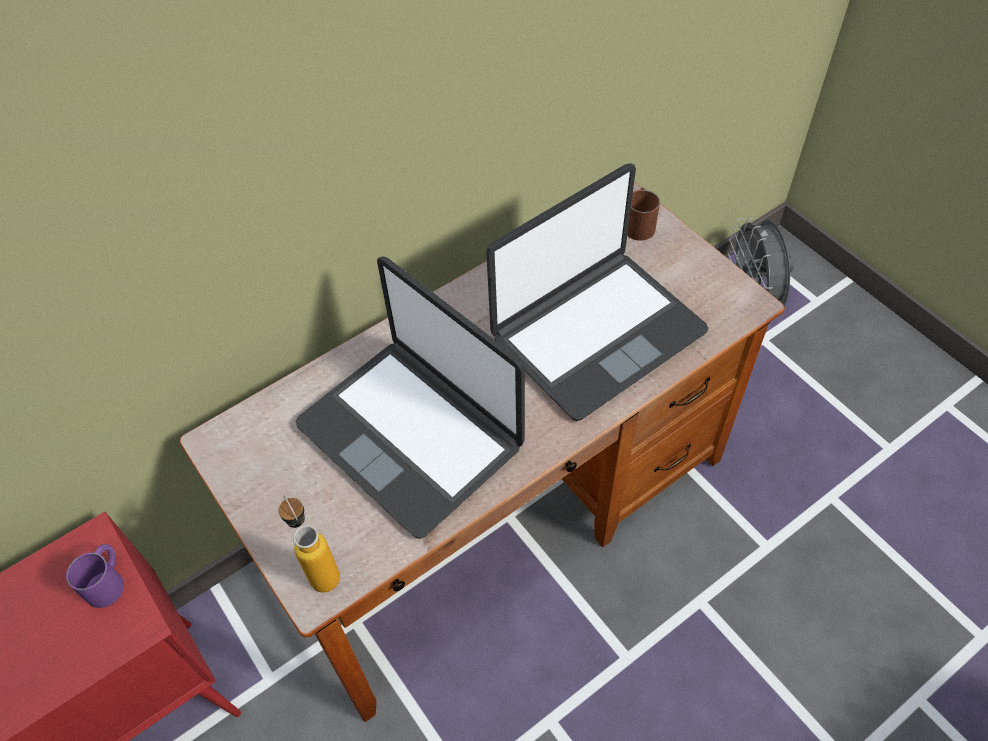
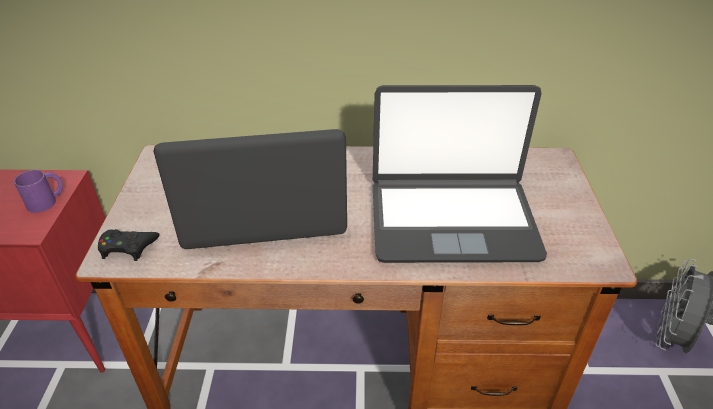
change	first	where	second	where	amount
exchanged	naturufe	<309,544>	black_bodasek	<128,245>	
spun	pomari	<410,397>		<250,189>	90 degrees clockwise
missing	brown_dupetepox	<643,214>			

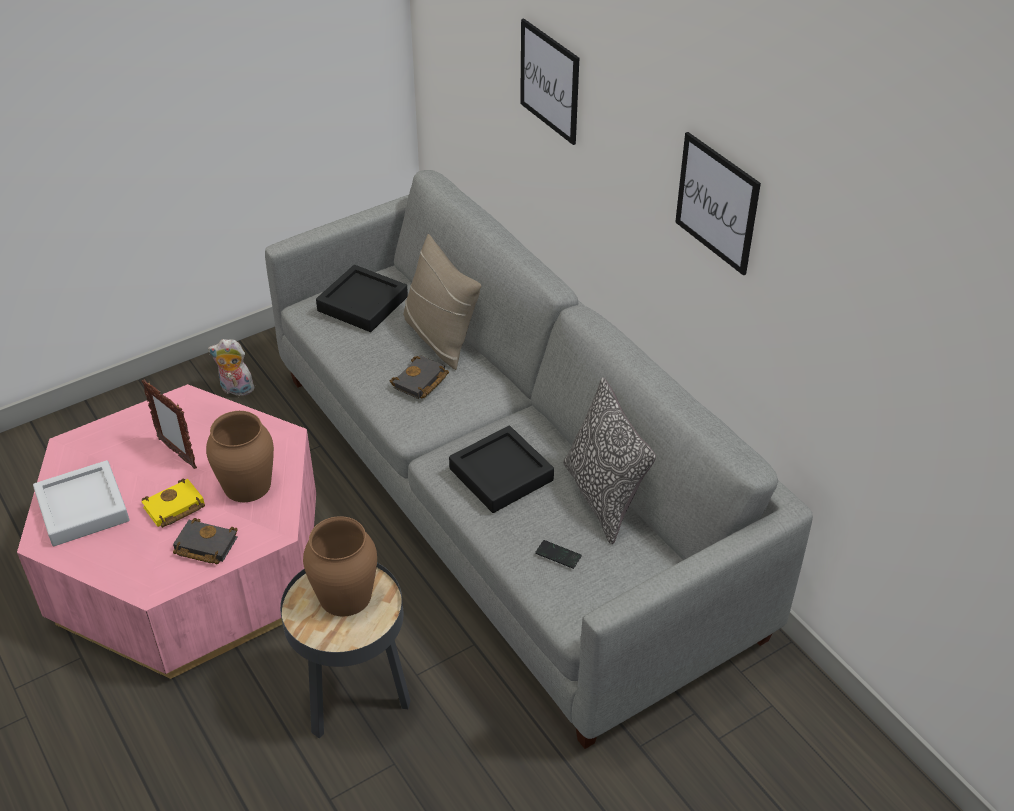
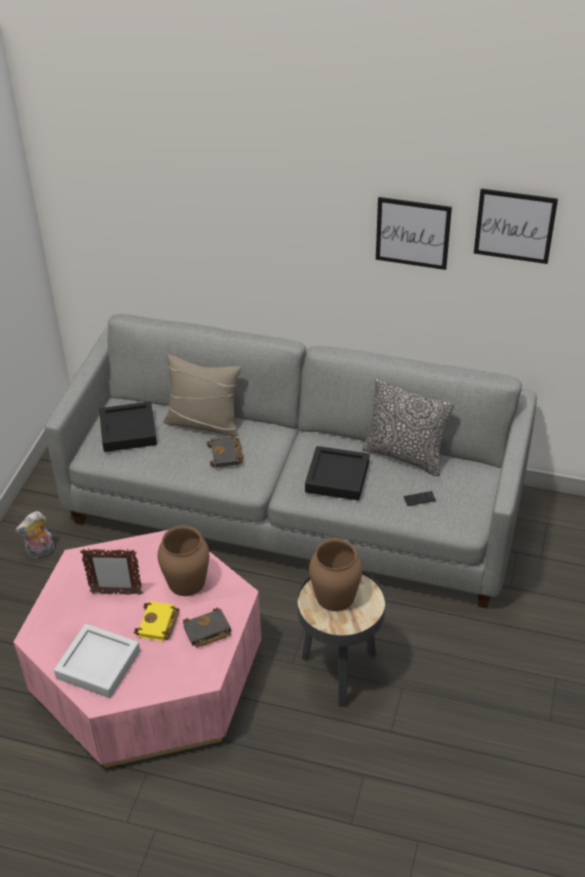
change	first	where	second	where	amount
relocated	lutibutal	<549,82>		<516,226>	

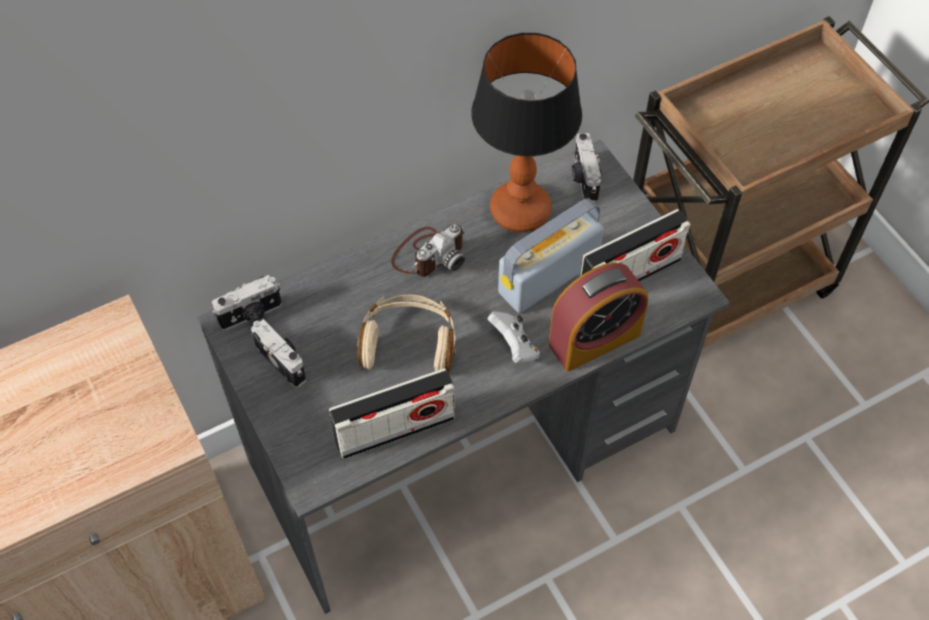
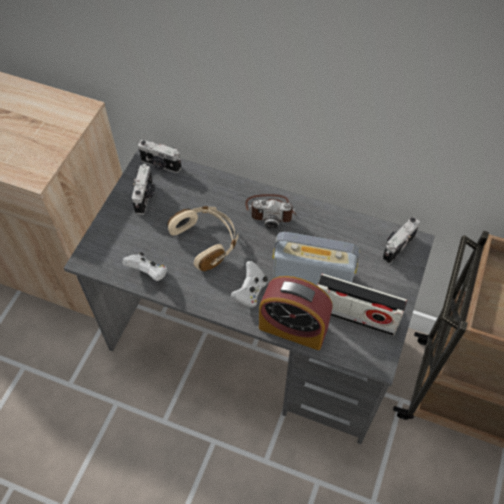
change	first	where	second	where	amount
exchanged	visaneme	<392,413>	white_bodasek	<145,266>	
missing	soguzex	<526,132>			

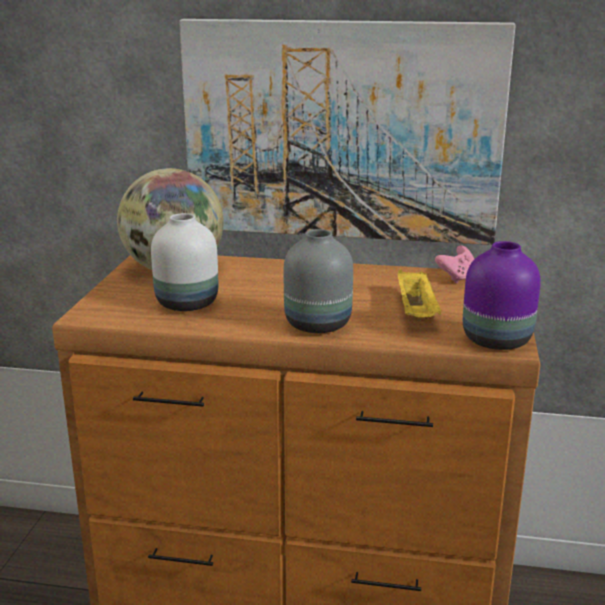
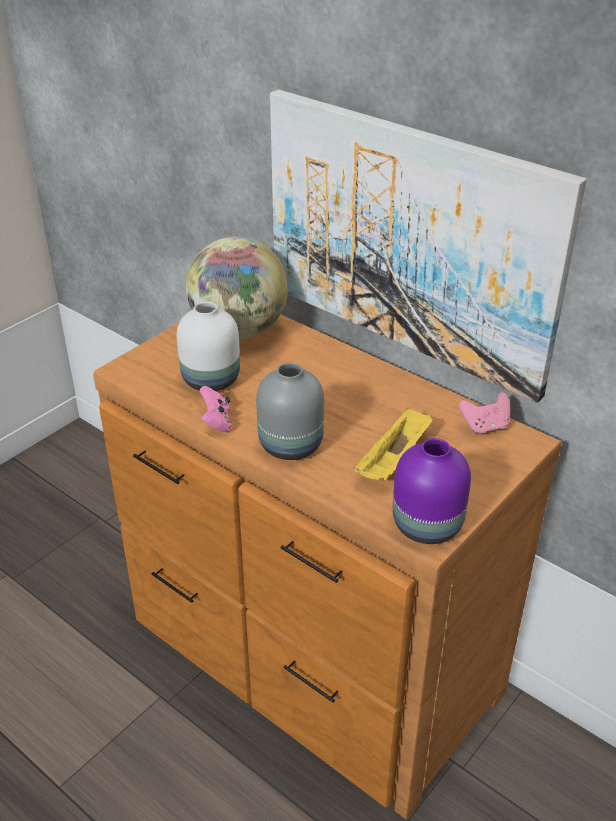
change	first	where	second	where	amount
appeared			pink_bodasek	<216,409>	

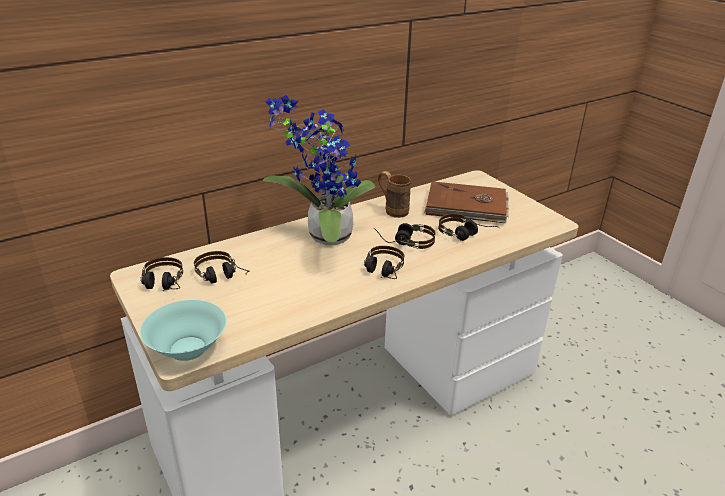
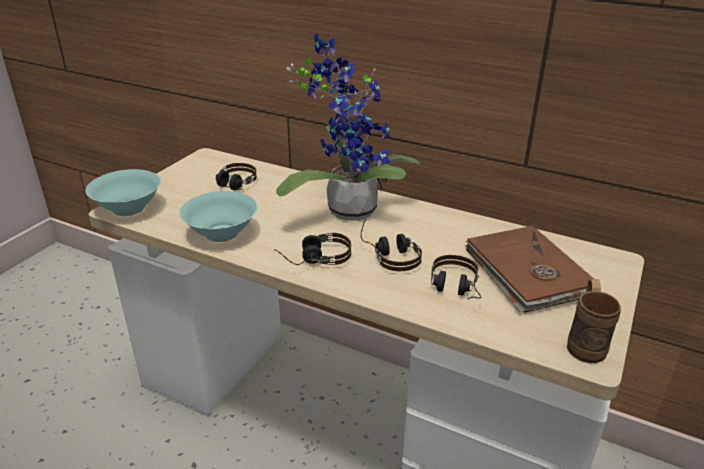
change	first	where	second	where	amount
appeared			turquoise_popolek	<218,216>	
relocated	brown_dupetepox	<394,194>		<594,321>	
missing	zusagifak	<161,274>			

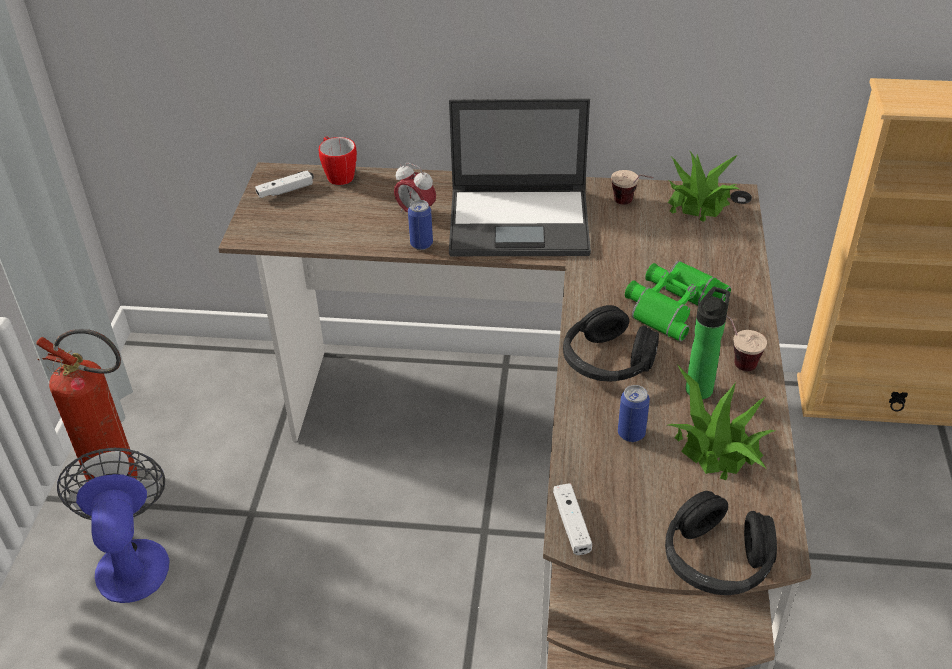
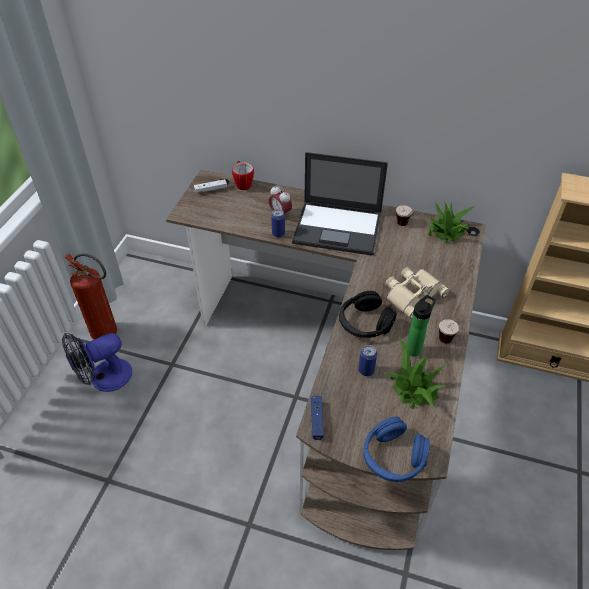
change	first	where	second	where	amount
spun	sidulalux	<113,525>		<97,362>	120 degrees counterclockwise
colour	white_bodasek	<572,519>	blue_bodasek	<317,418>	
colour	black_zusagifak	<721,543>	blue_zusagifak	<396,449>	
colour	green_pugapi	<678,301>	beige_pugapi	<417,292>	

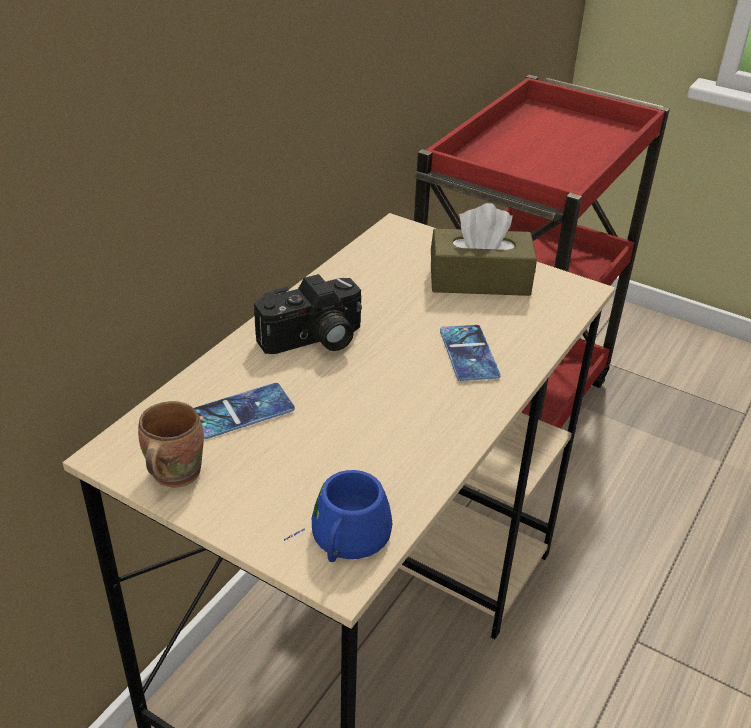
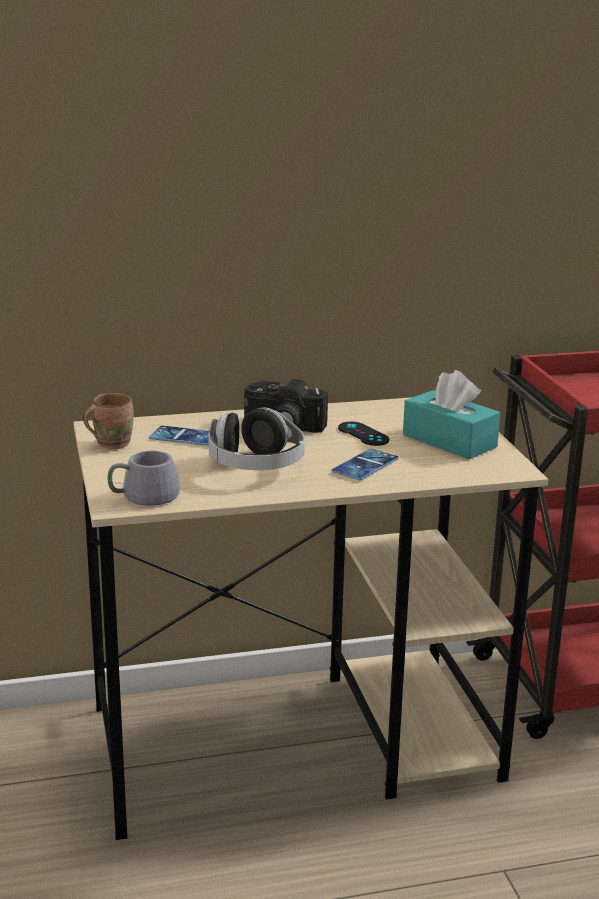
change	first	where	second	where	amount
colour	blue_dupetepox	<338,516>	grey_dupetepox	<144,478>	
appeared			zusagifak	<256,438>	
appeared			black_bodasek	<363,434>	
colour	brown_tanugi	<484,249>	turquoise_tanugi	<451,414>	

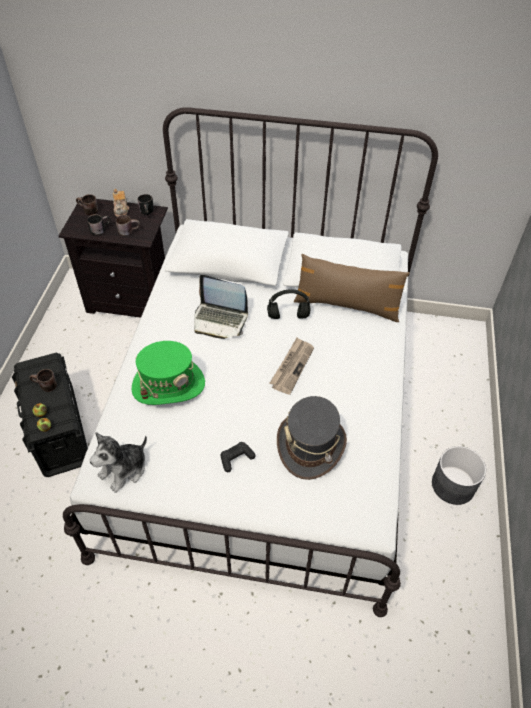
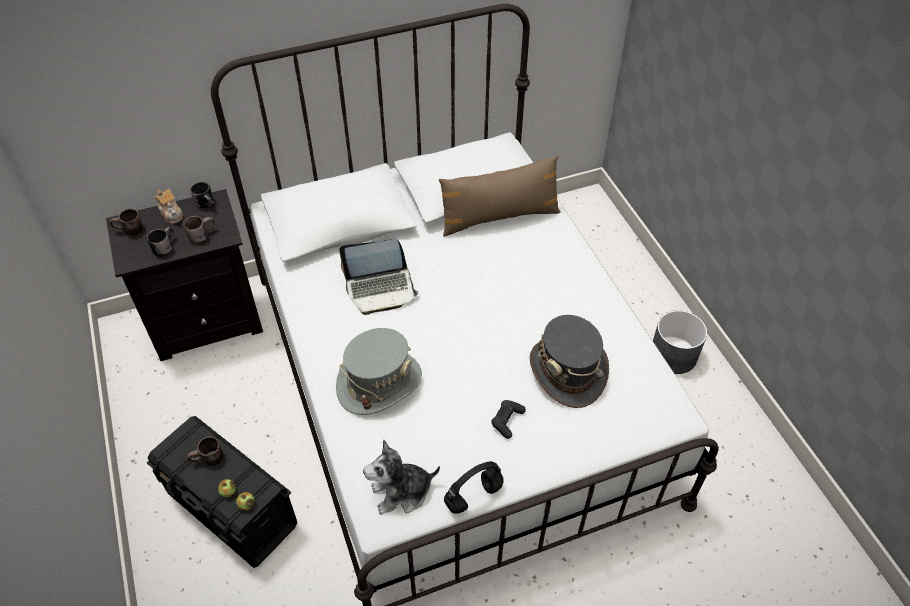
change	first	where	second	where	amount
colour	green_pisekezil	<168,373>	grey_pisekezil	<379,371>	
spun	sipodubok	<118,462>		<401,477>	60 degrees clockwise
relocated	black_zusagifak	<288,304>		<474,487>	
missing	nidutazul	<292,366>			

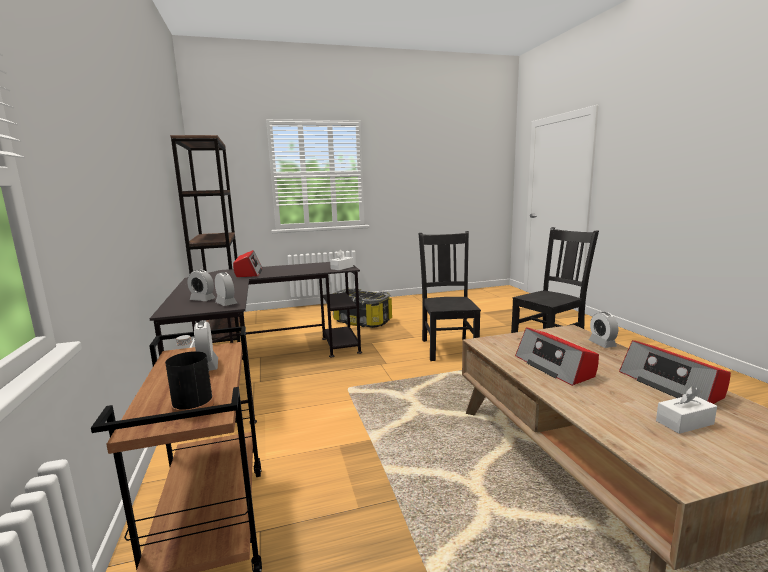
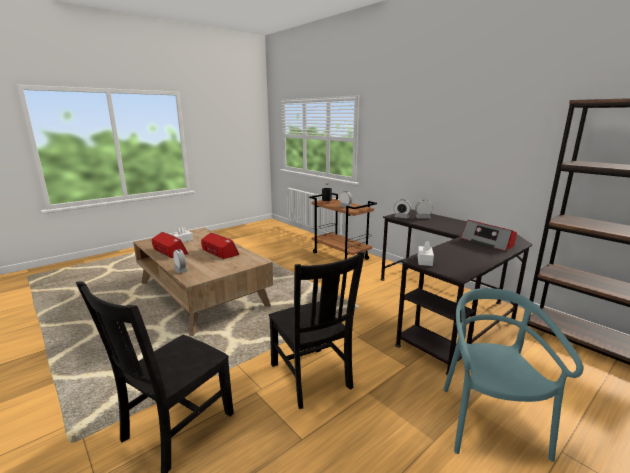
change	first	where	second	where	amount
exchanged	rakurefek	<362,308>	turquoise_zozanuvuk	<513,375>	

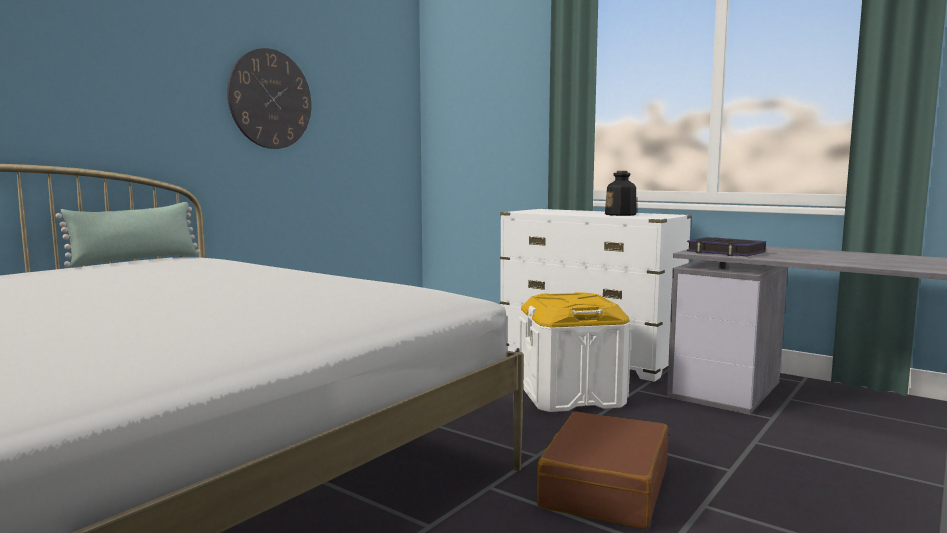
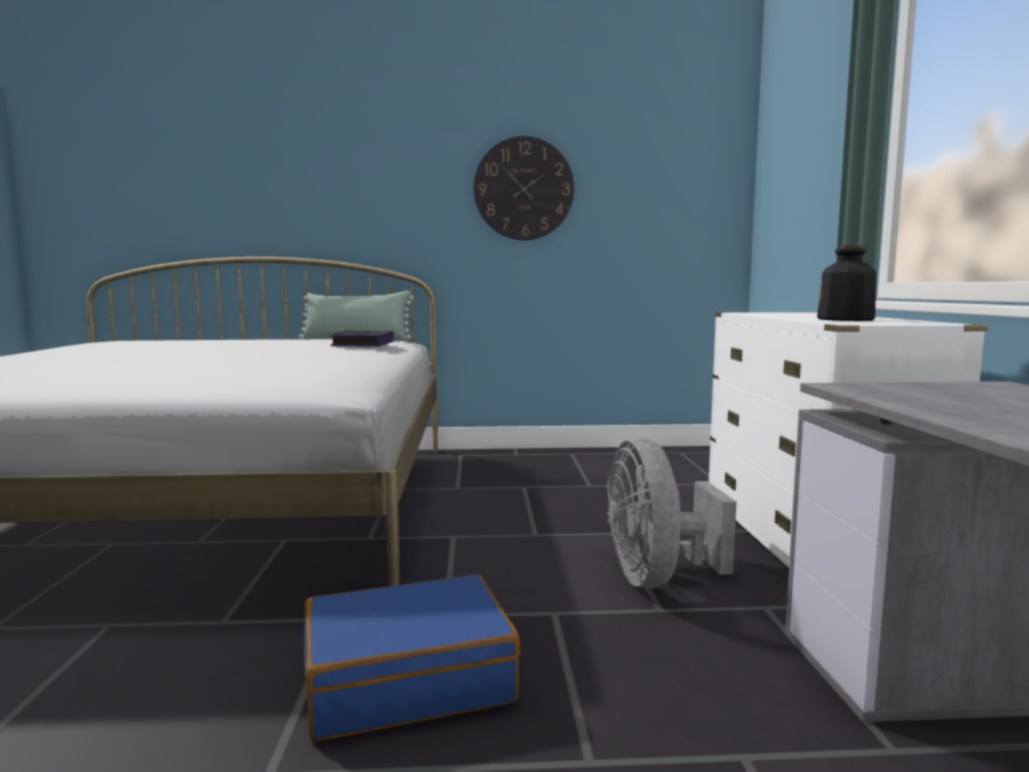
change	first	where	second	where	amount
colour	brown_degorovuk	<602,470>	blue_degorovuk	<412,657>	
relocated	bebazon	<726,246>		<362,338>	
exchanged	white_rakurefek	<575,352>	grey_sidulalux	<671,513>	

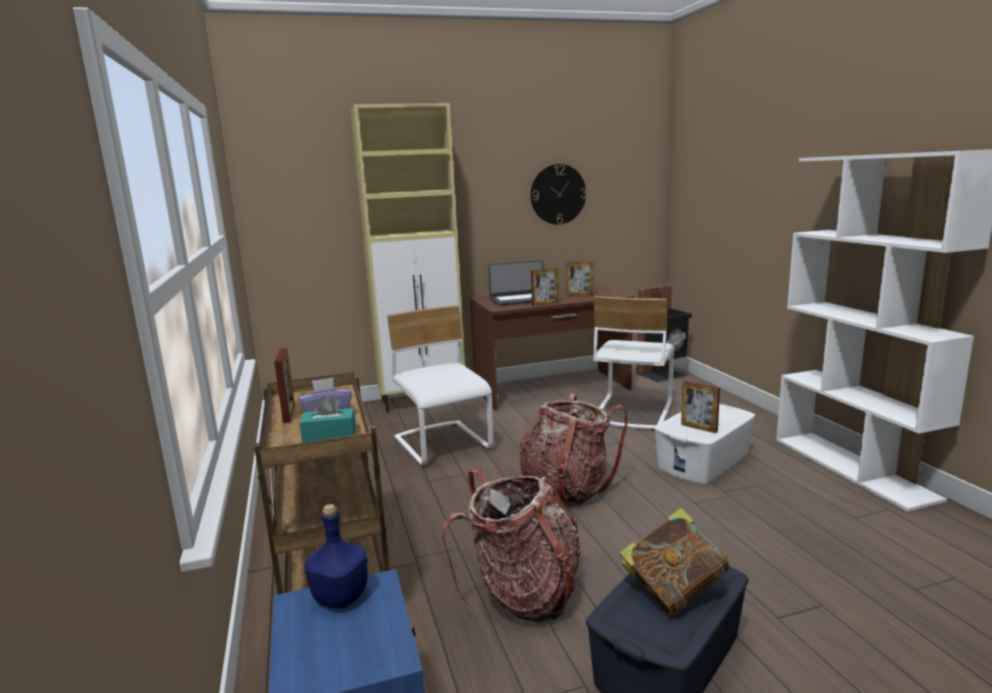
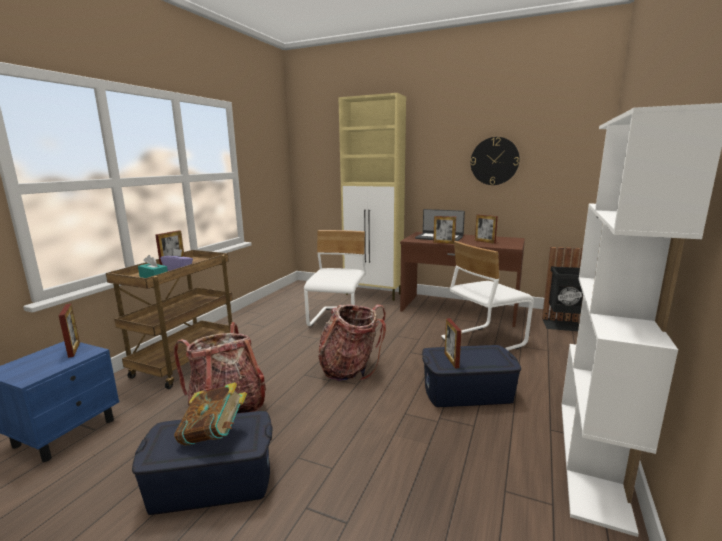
change	first	where	second	where	amount
exchanged	blue_naturufe	<336,556>	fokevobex	<69,331>	
colour	white_rakurefek	<704,444>	blue_rakurefek	<471,376>	

